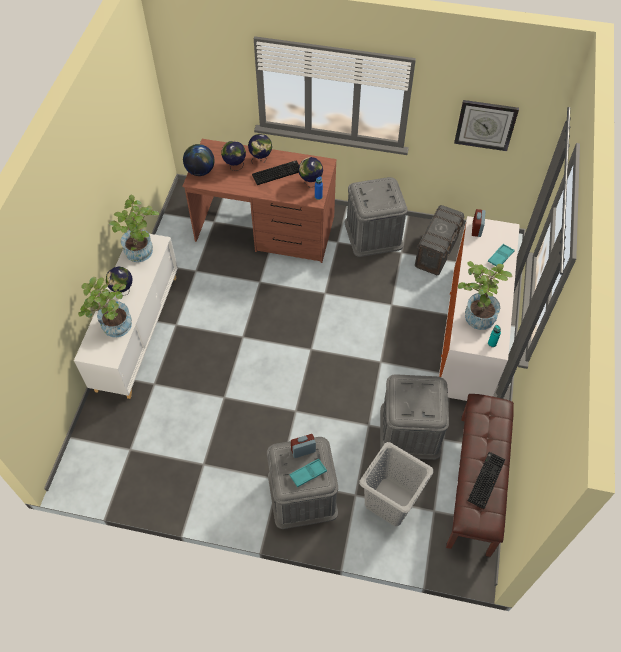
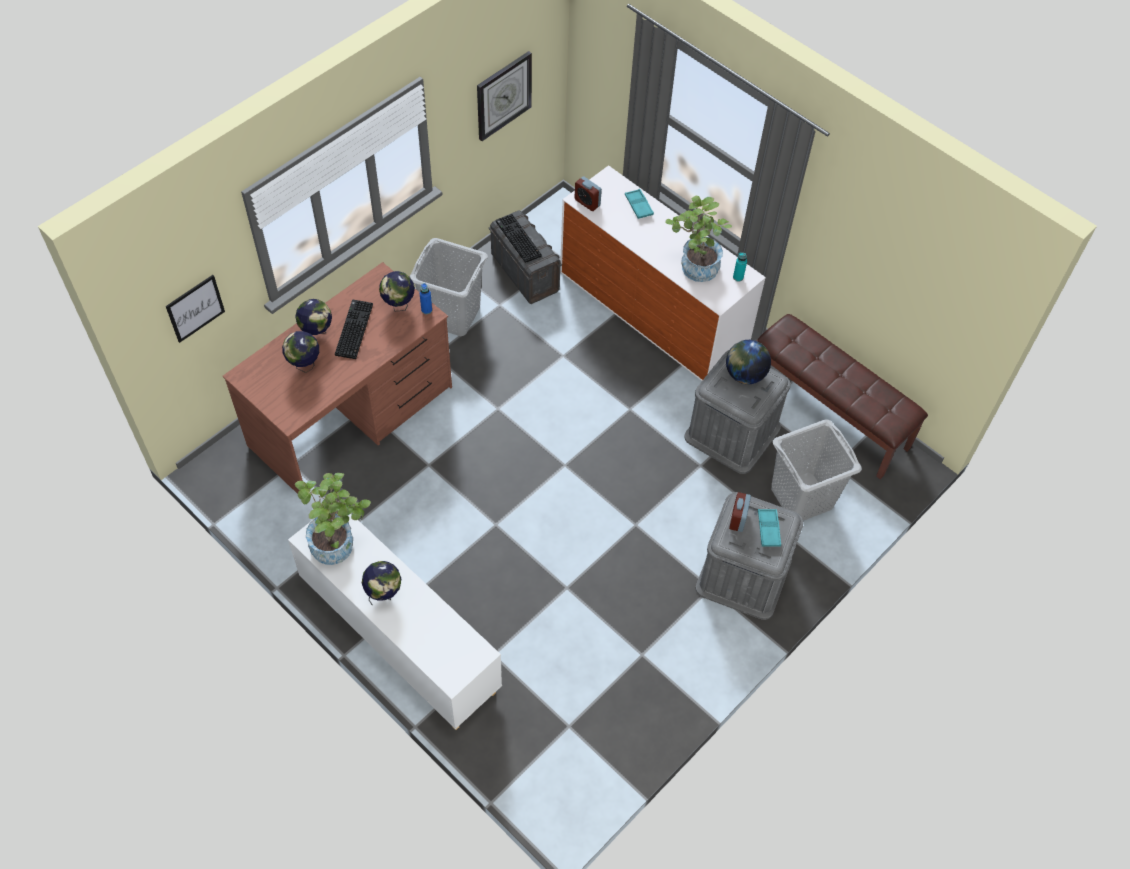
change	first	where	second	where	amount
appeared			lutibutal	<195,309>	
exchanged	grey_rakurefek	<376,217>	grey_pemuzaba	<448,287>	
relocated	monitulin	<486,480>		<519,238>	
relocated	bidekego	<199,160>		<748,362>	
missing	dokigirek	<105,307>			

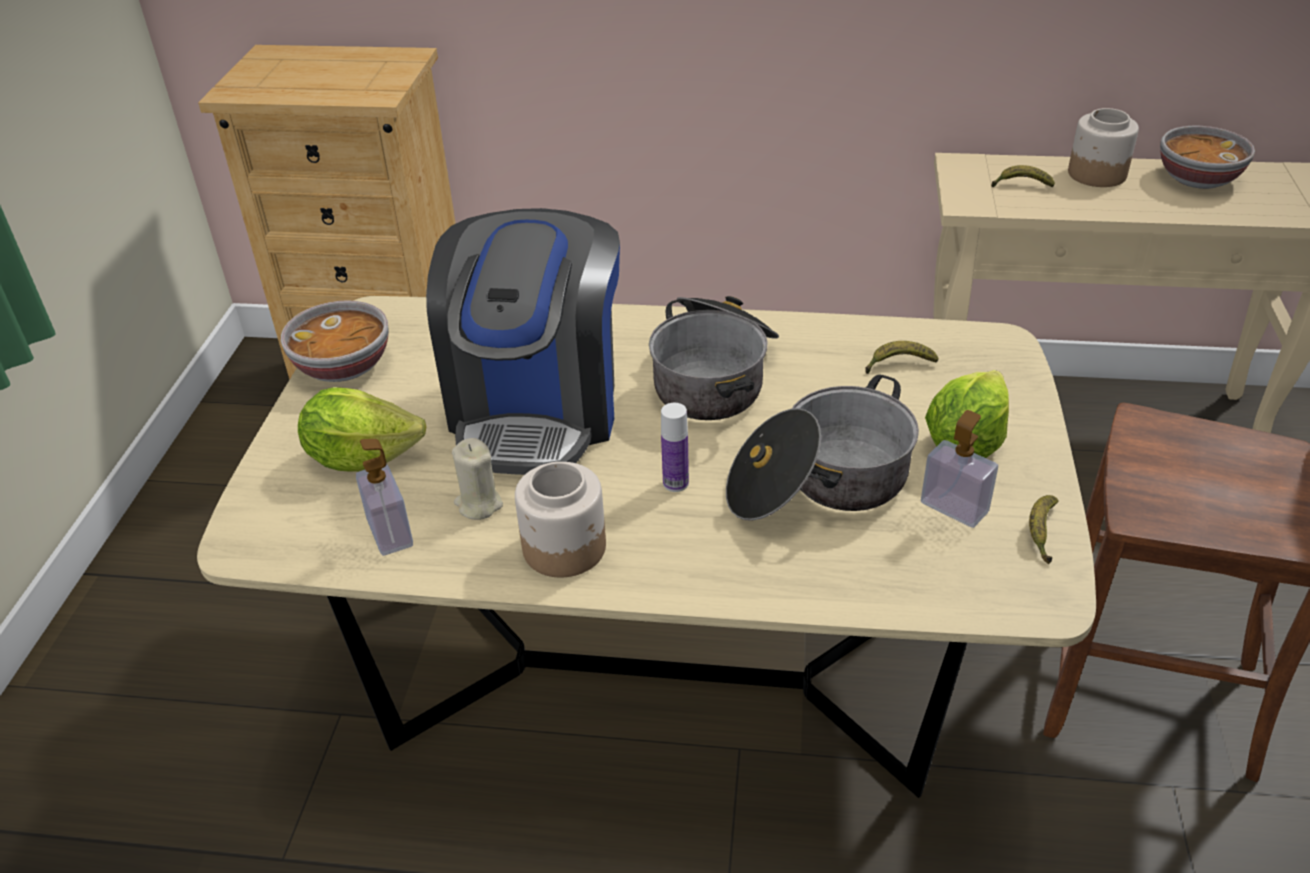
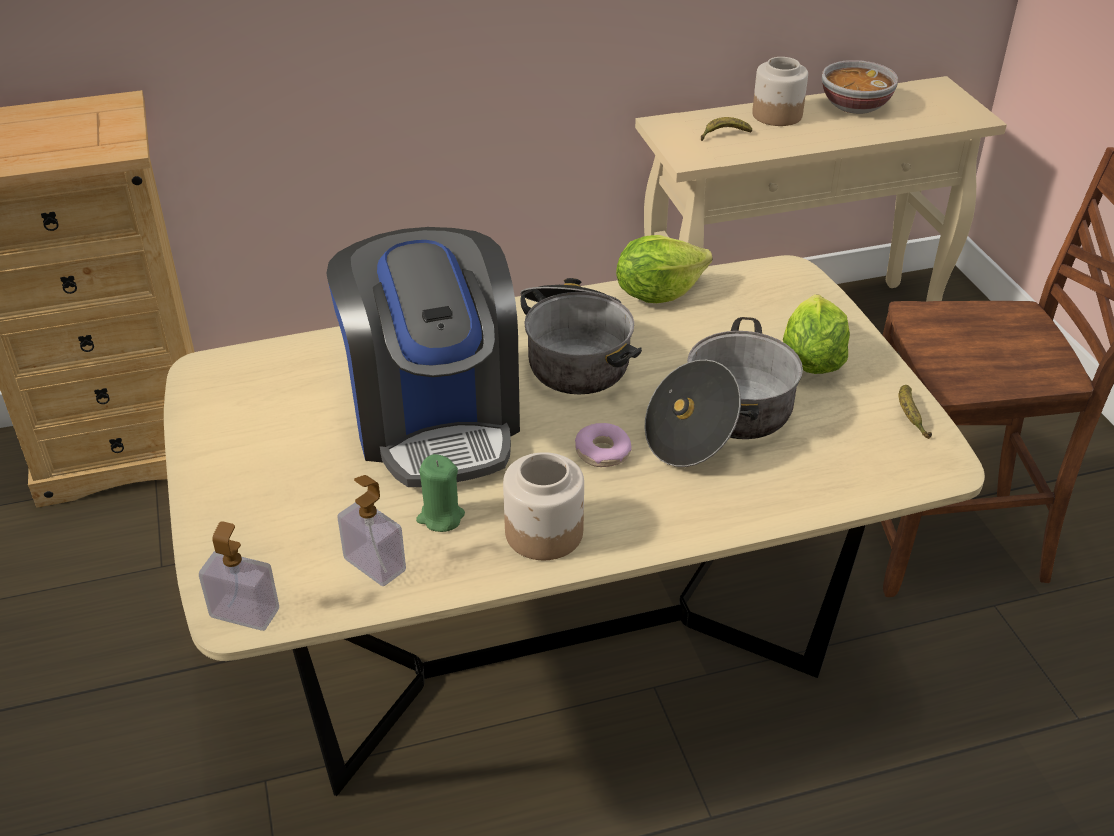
change	first	where	second	where	amount
relocated	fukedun	<959,469>		<239,576>	
colour	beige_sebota	<477,479>	green_sebota	<440,493>	
exchanged	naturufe	<675,447>	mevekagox	<603,445>	
relocated	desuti	<362,429>		<664,269>	
missing	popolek	<335,341>			
missing	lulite	<901,357>			

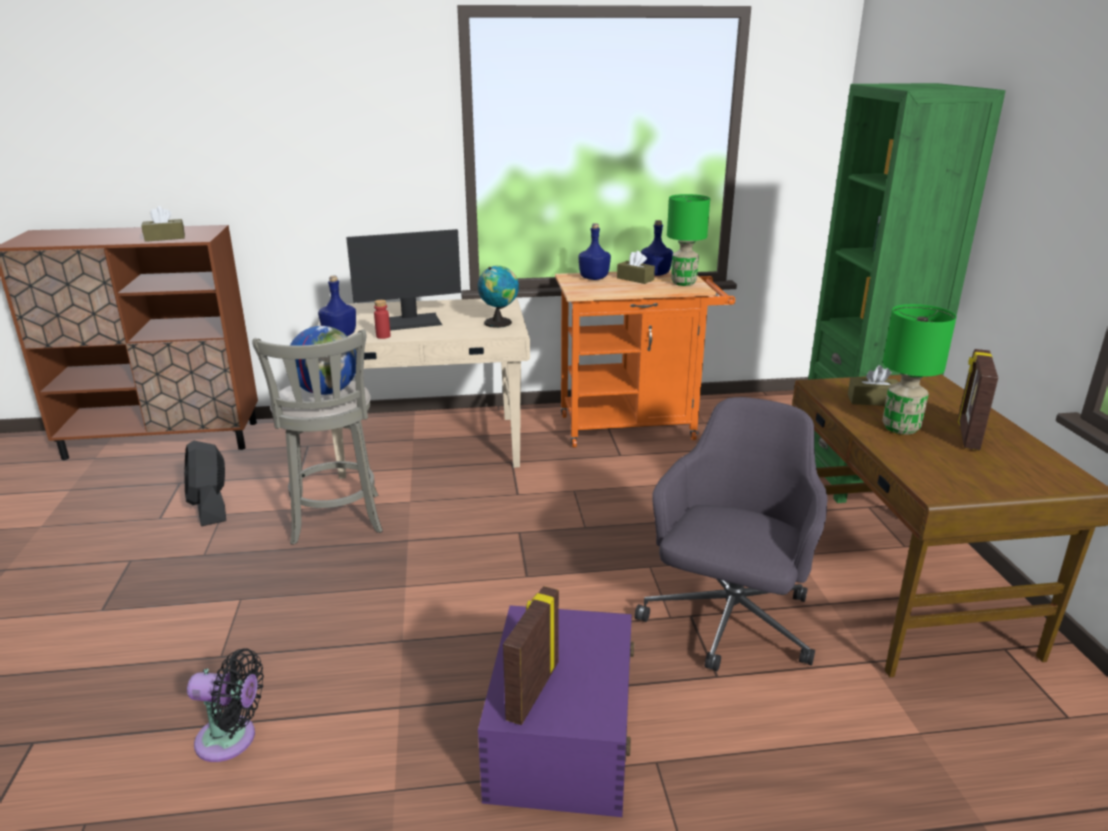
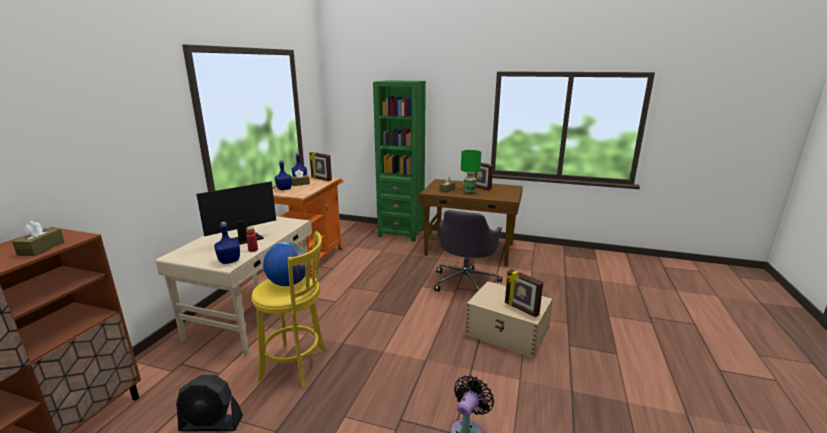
change	first	where	second	where	amount
spun	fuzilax	<403,280>		<236,213>	135 degrees counterclockwise
colour	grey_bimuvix	<317,437>	yellow_bimuvix	<289,309>	
exchanged	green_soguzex	<688,240>	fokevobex	<320,166>	
spun	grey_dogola	<730,534>		<468,251>	120 degrees counterclockwise
colour	purple_rakurefek	<556,711>	beige_rakurefek	<509,319>	
missing	bidekego	<498,296>			

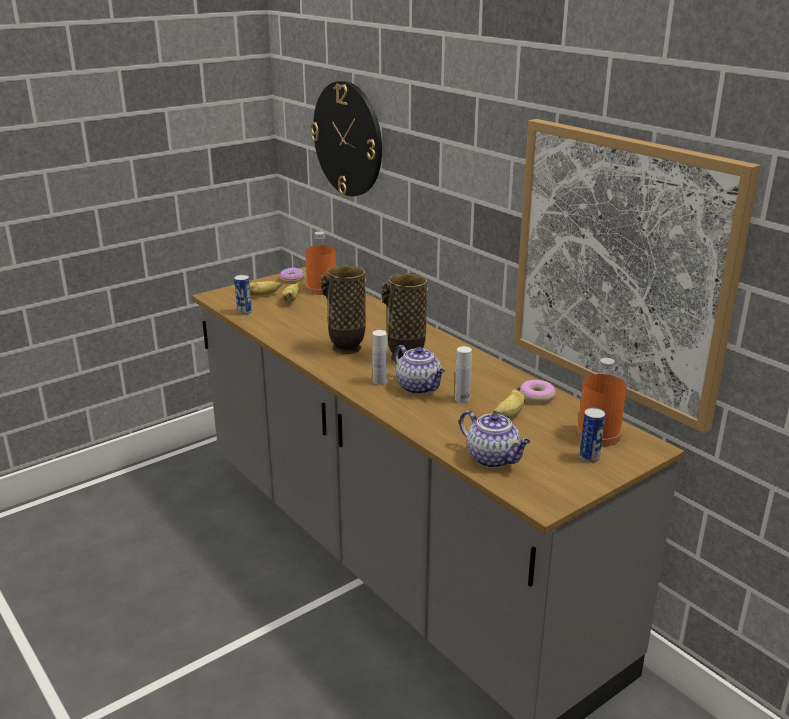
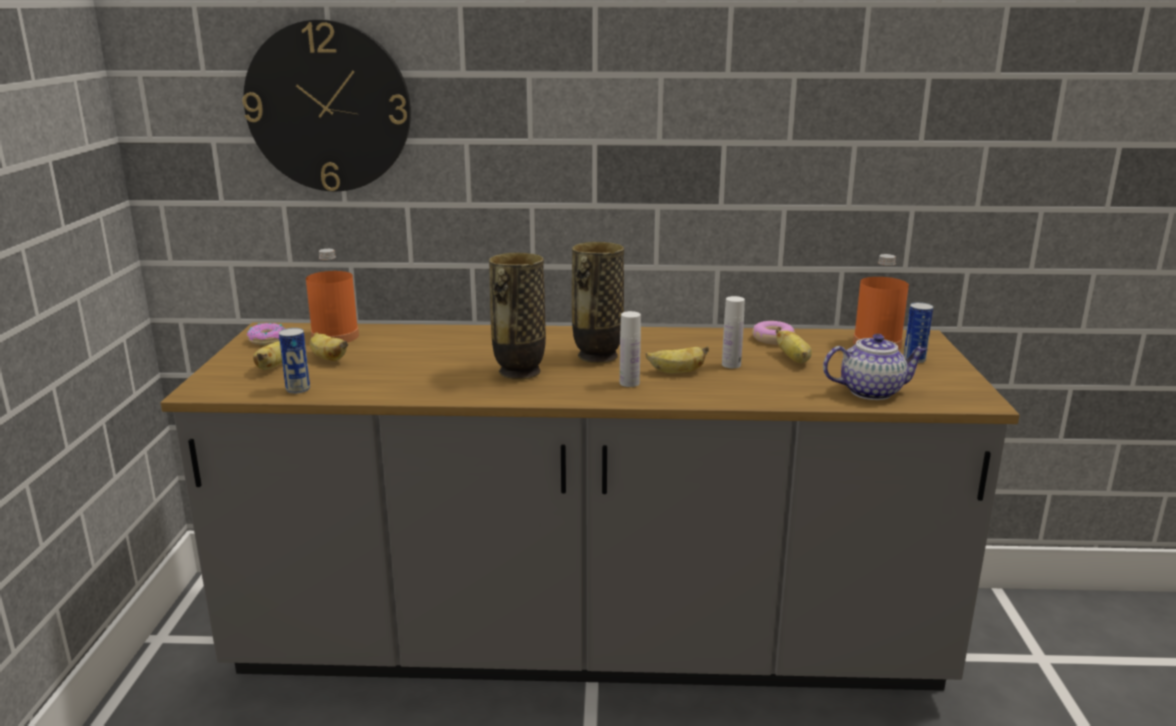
change	first	where	second	where	amount
exchanged	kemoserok	<419,369>	lulite	<677,360>	
missing	lutibutal	<637,276>			

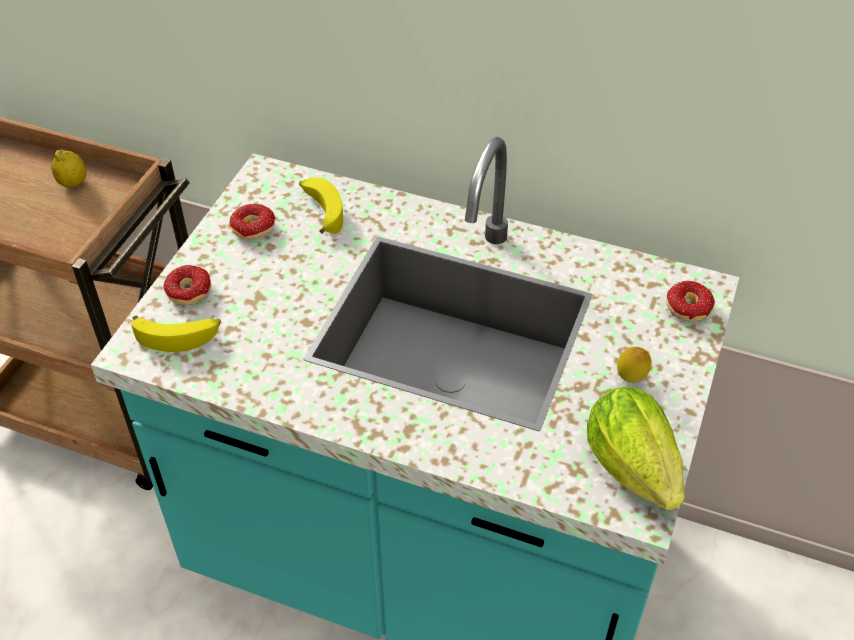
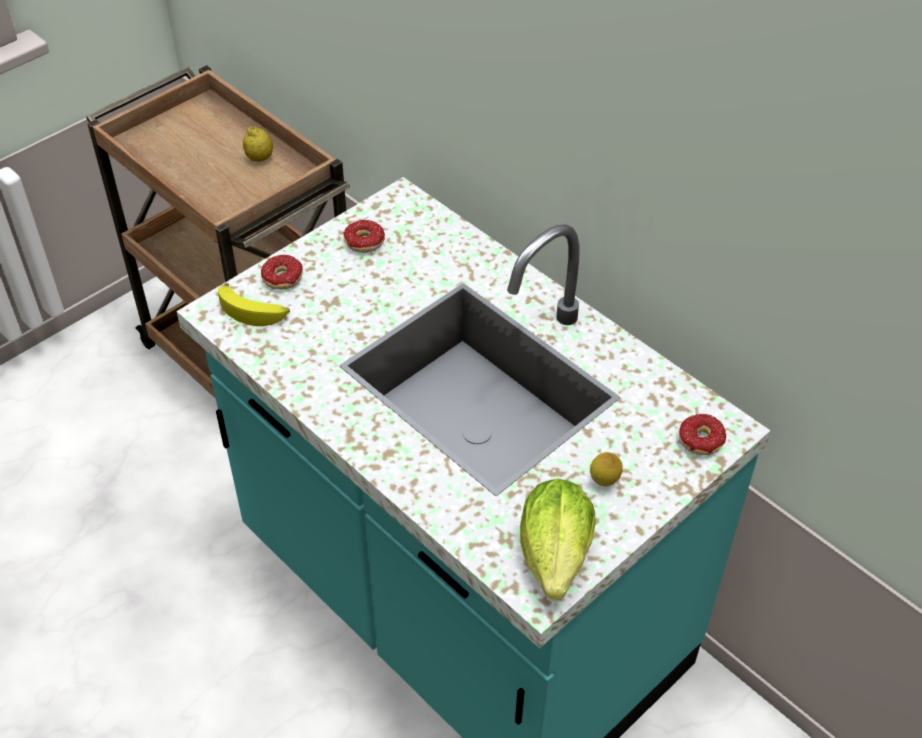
change	first	where	second	where	amount
missing	lulite	<321,205>			

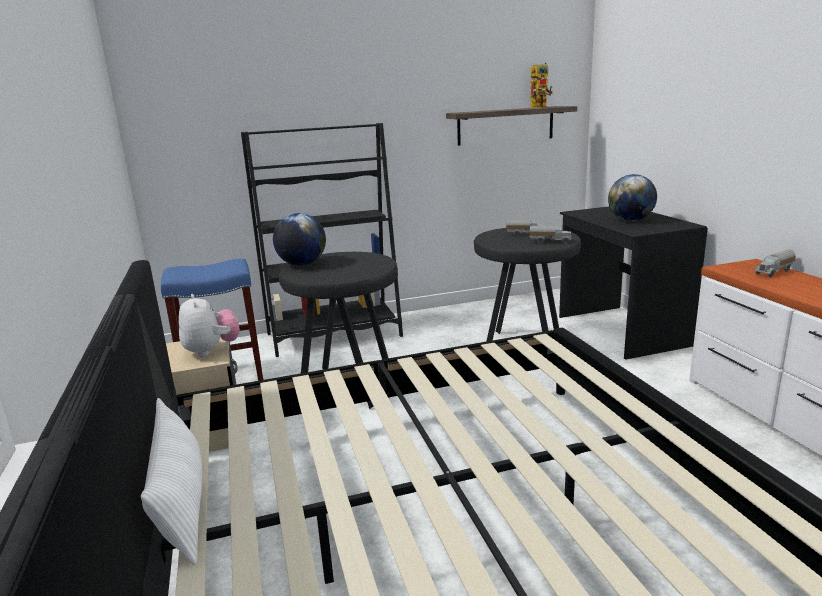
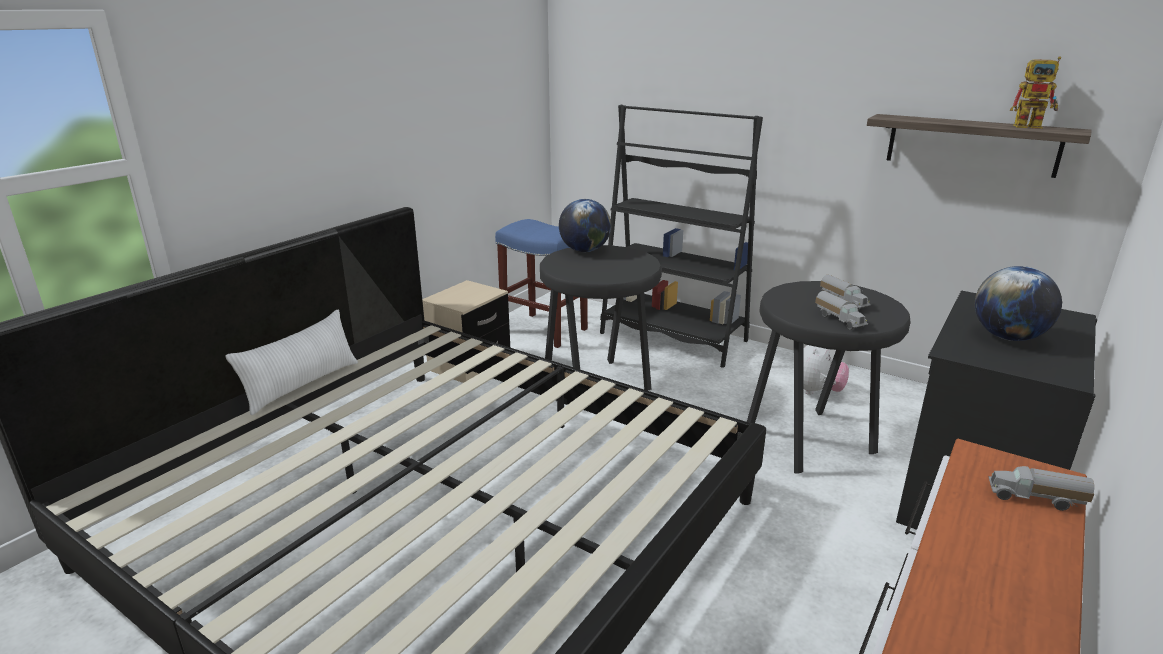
change	first	where	second	where	amount
relocated	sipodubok	<209,325>		<826,370>	

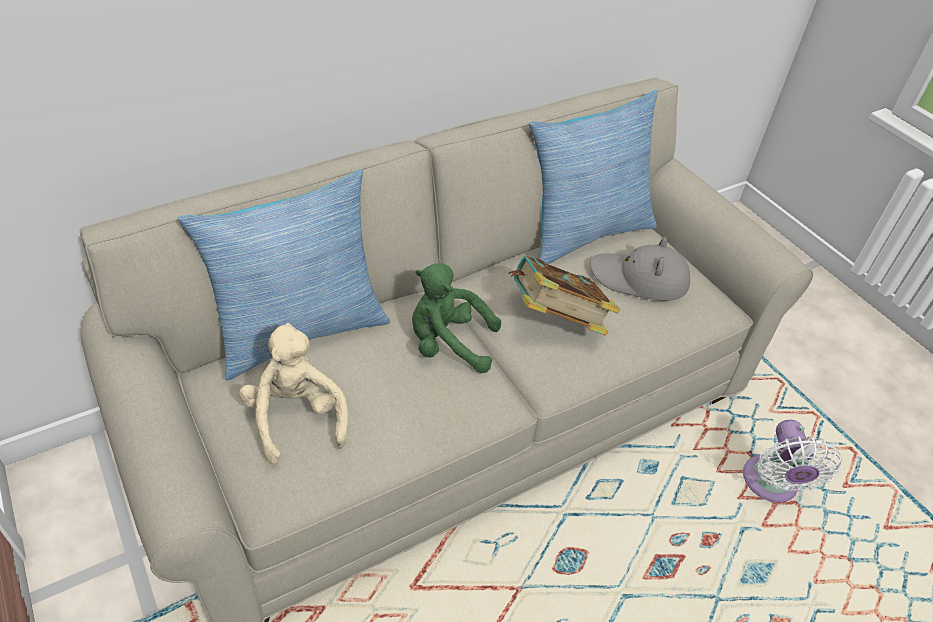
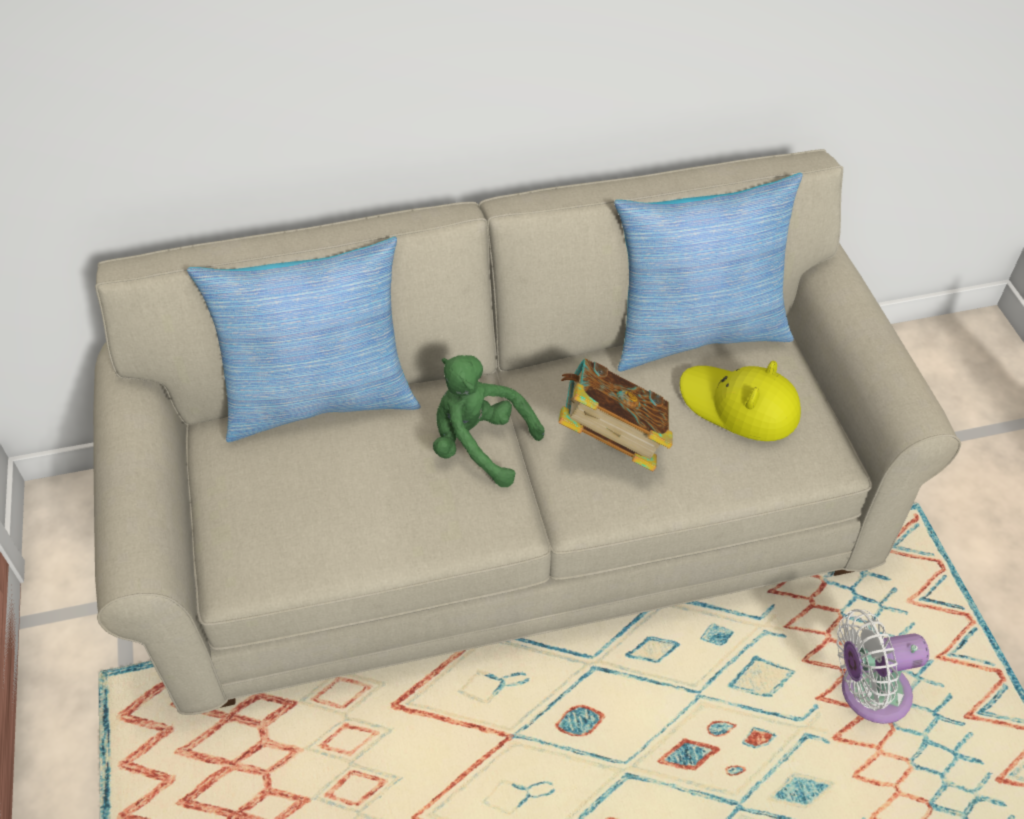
change	first	where	second	where	amount
colour	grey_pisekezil	<640,269>	yellow_pisekezil	<740,401>	
spun	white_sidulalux	<792,461>		<883,666>	60 degrees clockwise
missing	beige_sipodubok	<293,393>			

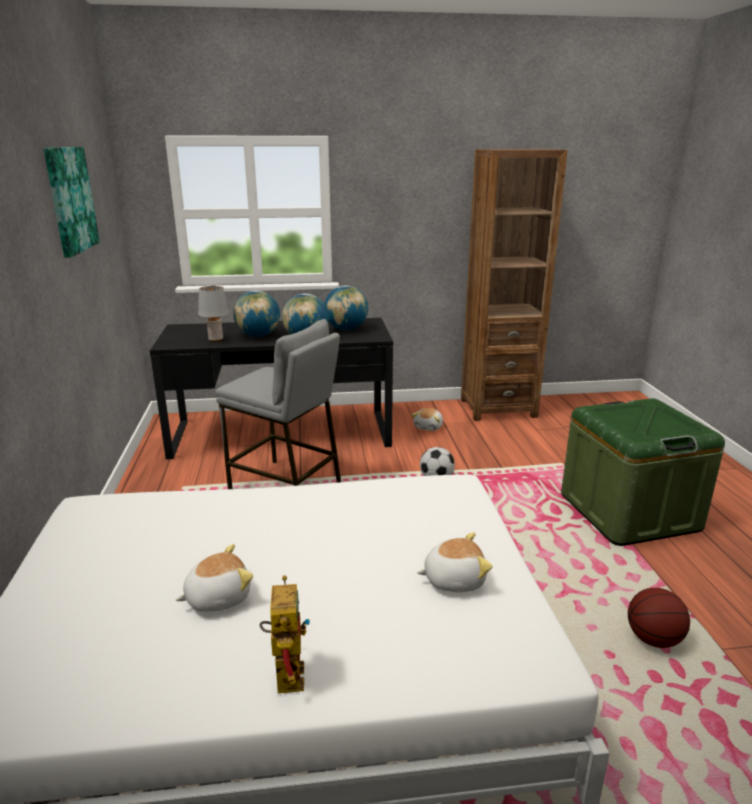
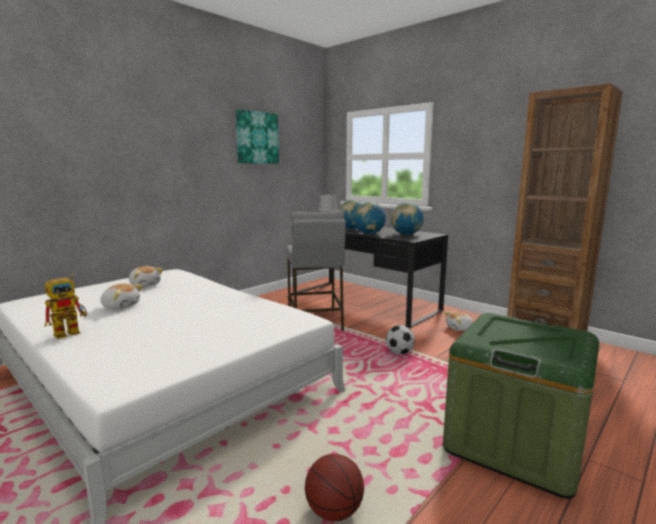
change	first	where	second	where	amount
relocated	sipodubok	<454,562>		<146,276>	

